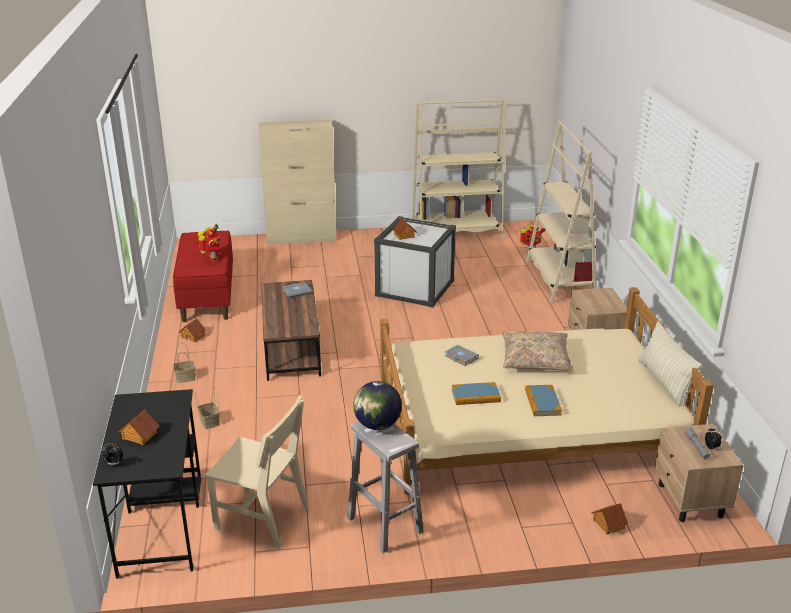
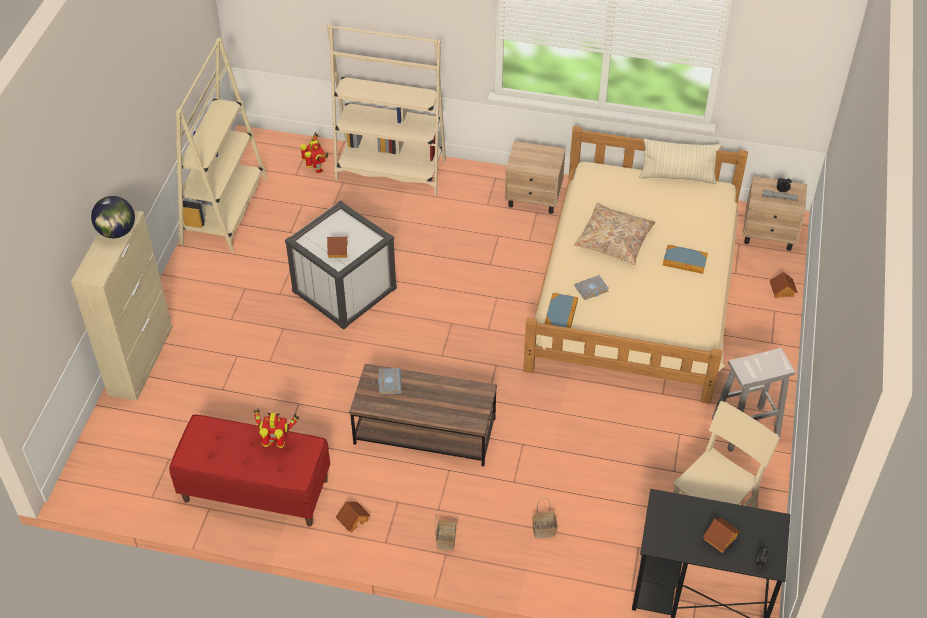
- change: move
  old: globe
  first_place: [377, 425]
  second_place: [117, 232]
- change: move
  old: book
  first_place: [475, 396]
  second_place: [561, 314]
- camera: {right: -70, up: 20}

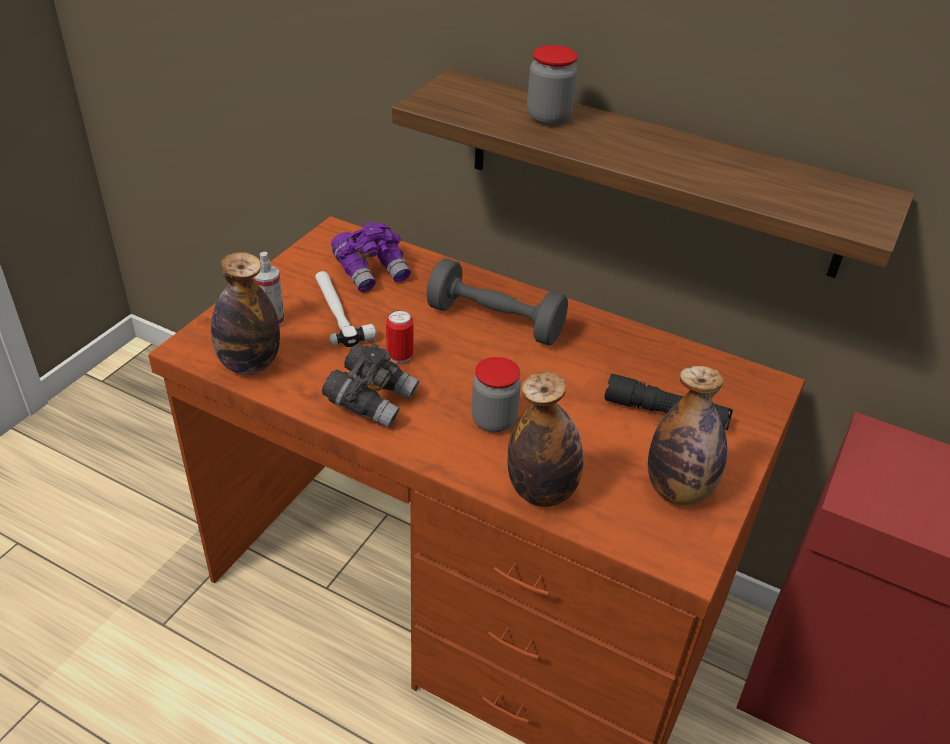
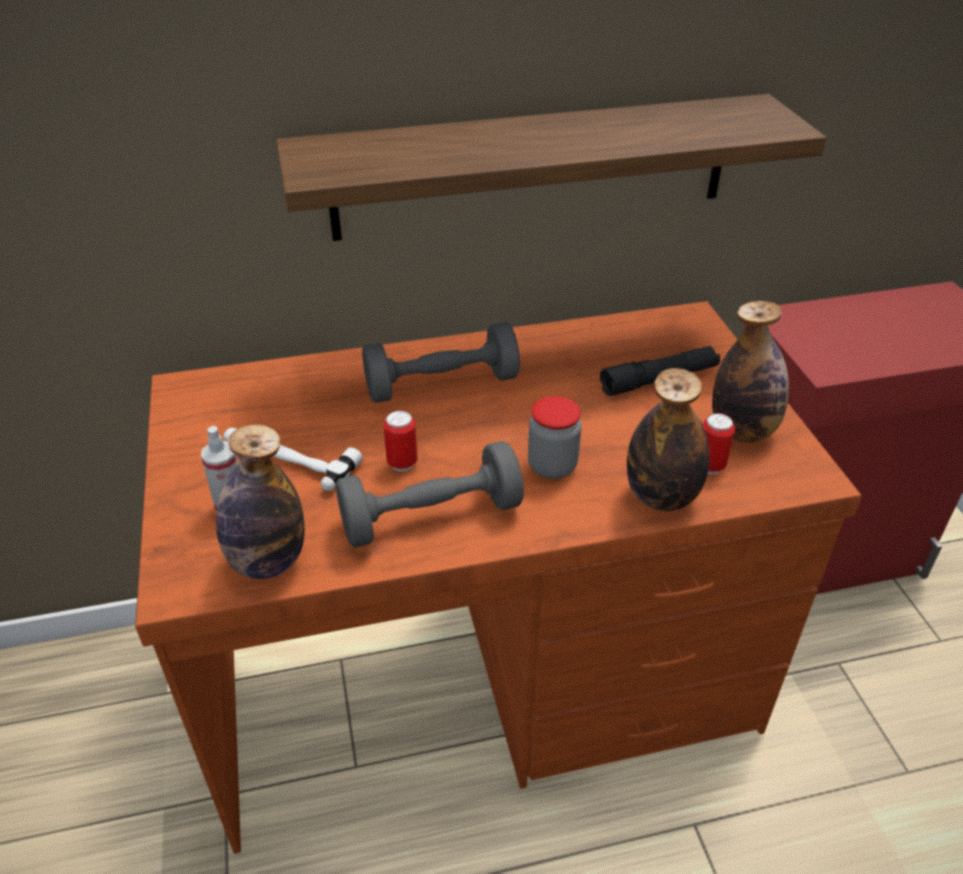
- change: delete
  old: purple binoculars
  first_place: [372, 271]
- change: delete
  old: jar
  first_place: [548, 117]
- change: insert
  new: can
  second_place: [709, 466]
- change: replace
  old: grey binoculars
  new: grey dumbbell
  first_place: [371, 400]
  second_place: [431, 517]
- camera: {right: -40, up: 0}

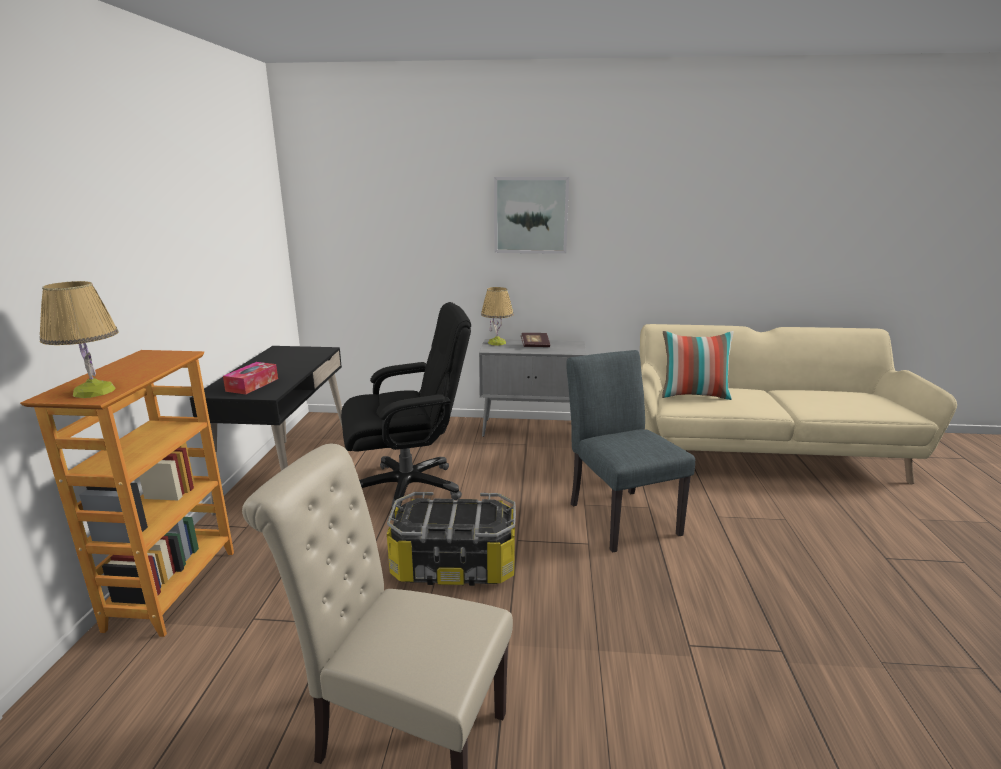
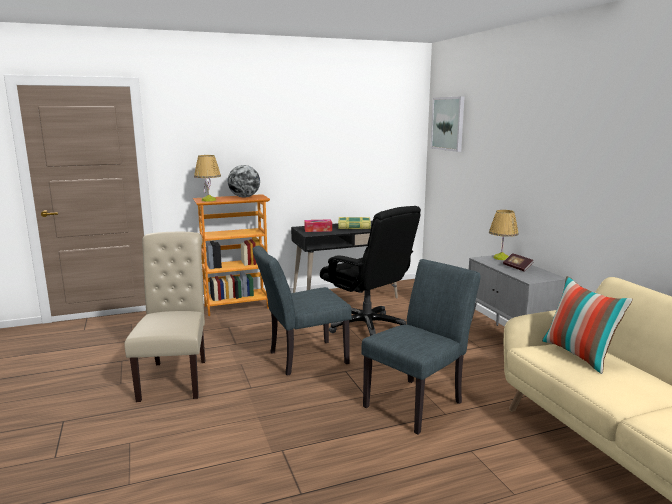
- change: insert
  new: globe
  second_place: [244, 197]
- change: insert
  new: book
  second_place: [354, 226]
- change: move
  old: picture
  first_place: [531, 215]
  second_place: [448, 123]
- change: replace
  old: storage box
  new: grey chair
  first_place: [454, 566]
  second_place: [302, 359]
- camera: {right: 65, up: -5}

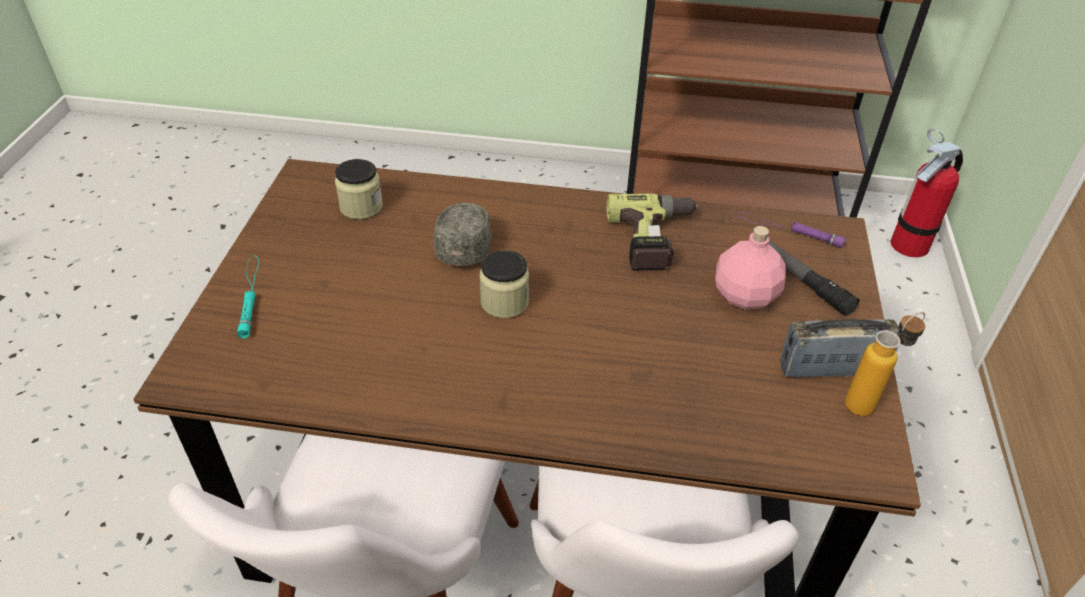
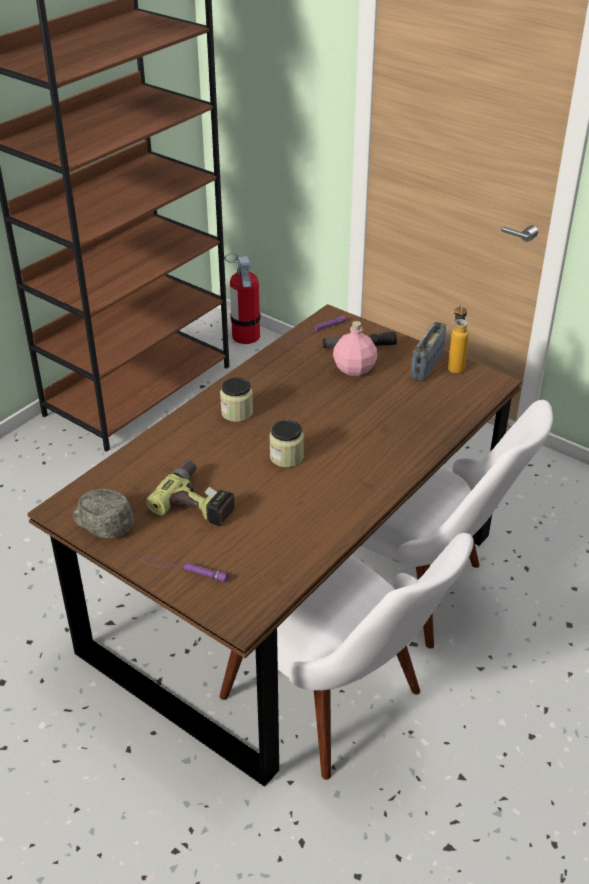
- change: move
  old: jar
  first_place: [361, 207]
  second_place: [237, 412]
- change: move
  old: grey cap
  first_place: [465, 244]
  second_place: [102, 522]
- change: move
  old: power drill
  first_place: [656, 240]
  second_place: [199, 501]
- change: recolor
  old: turquoise flashlight
  new: purple flashlight
  first_place: [249, 295]
  second_place: [182, 569]
- camera: {right: -60, up: -5}

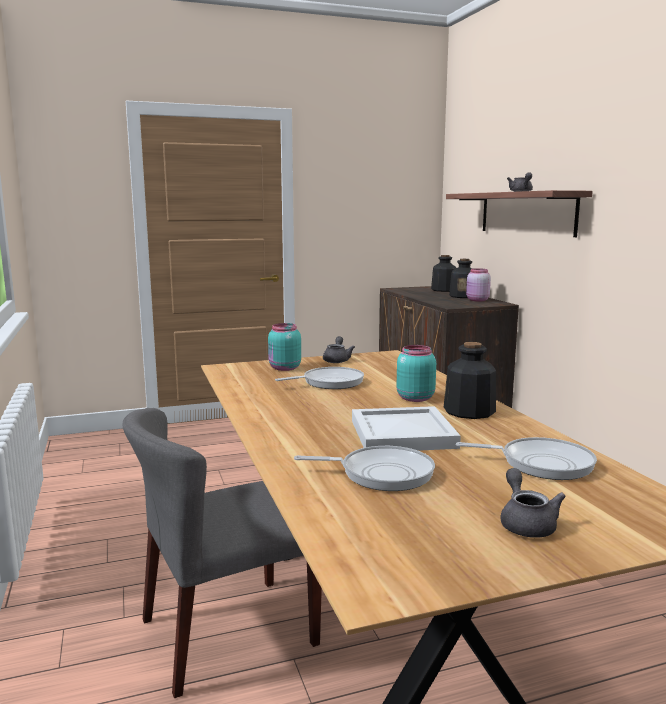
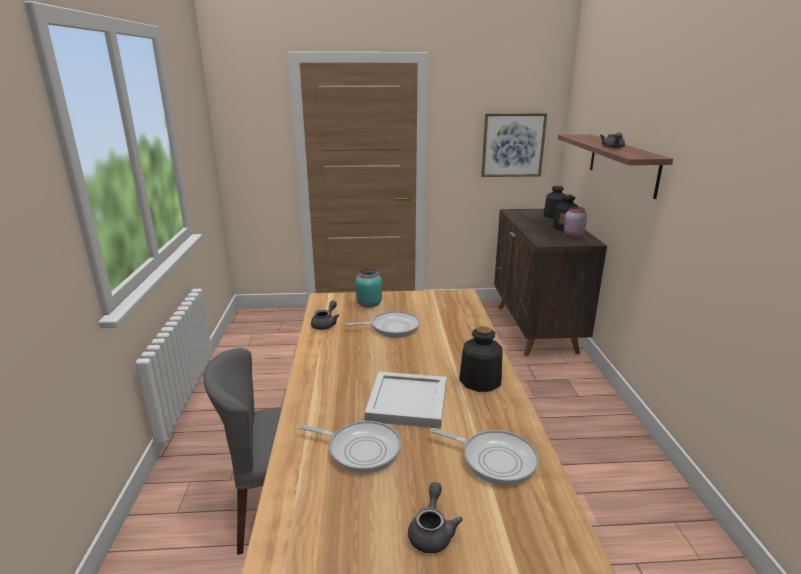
- change: delete
  old: turquoise jar
  first_place: [414, 398]
- change: insert
  new: picture
  second_place: [513, 145]
- change: move
  old: grey teapot
  first_place: [337, 360]
  second_place: [326, 324]
- camera: {right: 15, up: 10}

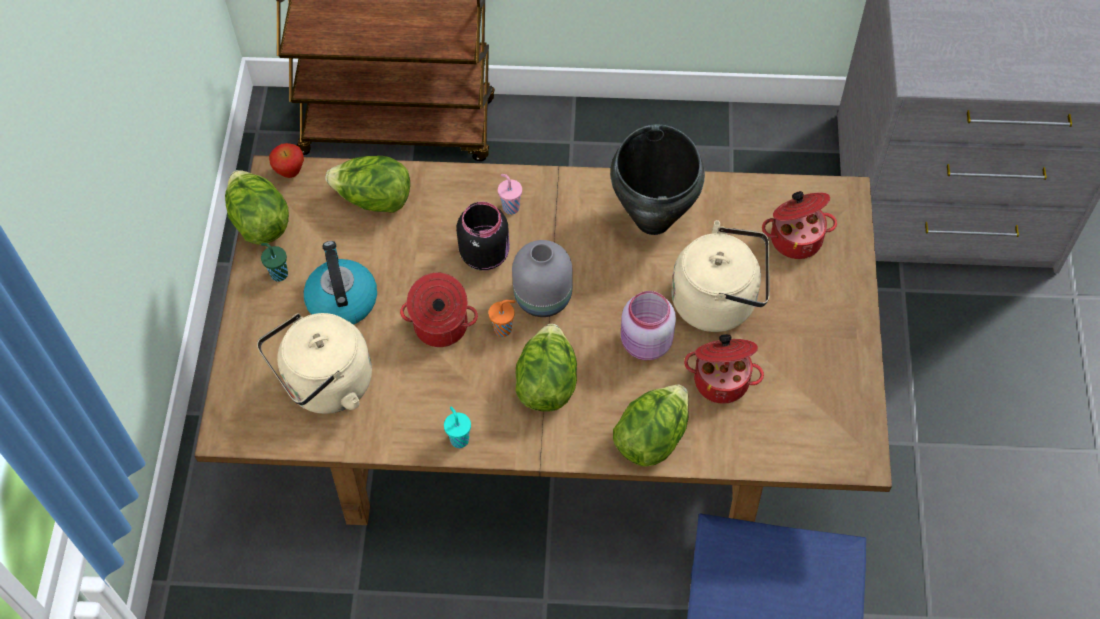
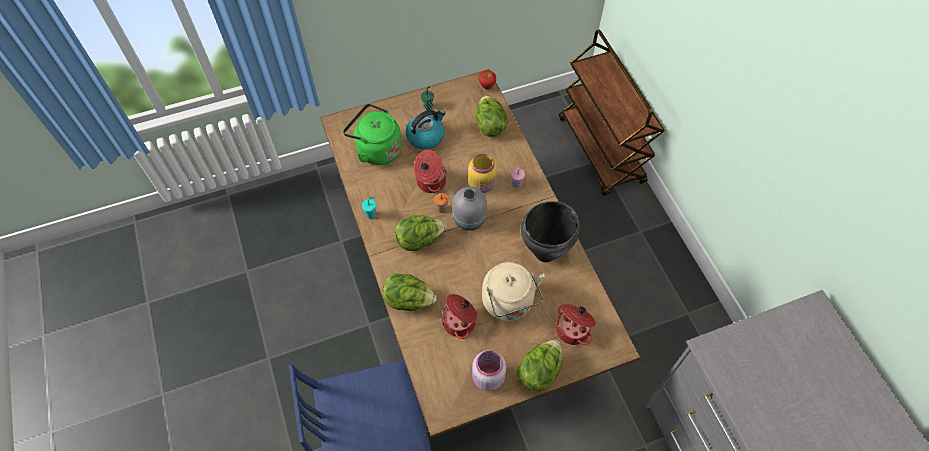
- change: move
  old: lettuce
  first_place: [259, 222]
  second_place: [539, 371]
- change: move
  old: pink jar
  first_place: [645, 344]
  second_place: [487, 377]
- change: recolor
  old: beige kettle
  new: green kettle
  first_place: [325, 386]
  second_place: [376, 149]
- change: recolor
  old: black jar
  new: yellow jar
  first_place: [486, 253]
  second_place: [483, 184]
- camera: {right: 65, up: 0}

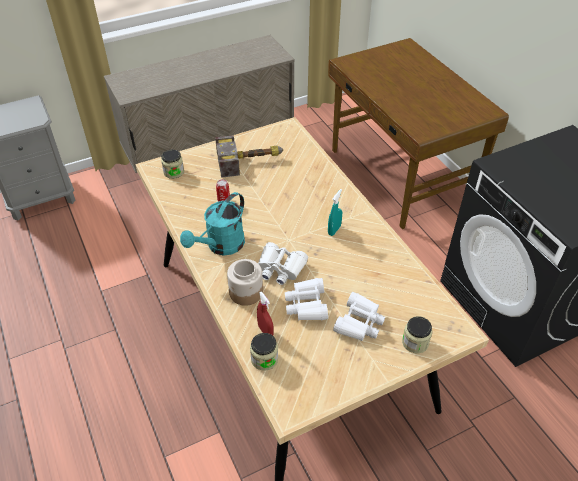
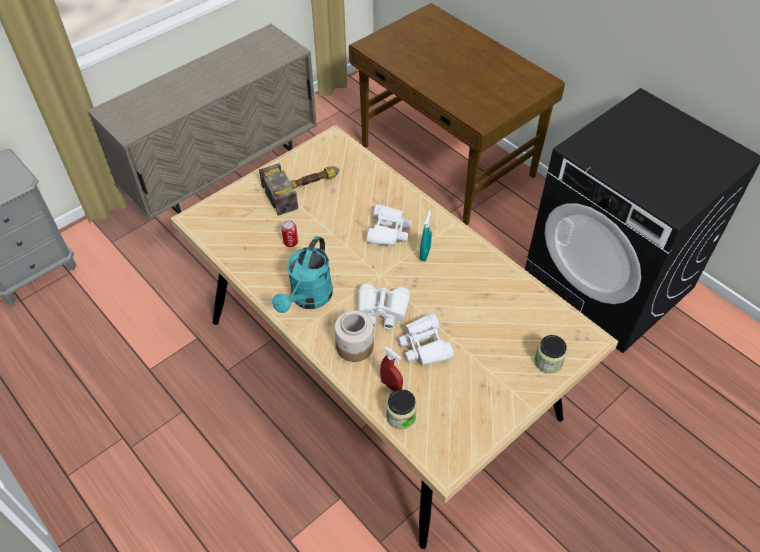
- change: delete
  old: jar
  first_place: [173, 172]
- change: move
  old: white binoculars
  first_place: [359, 323]
  second_place: [388, 231]
- camera: {right: -15, up: 5}

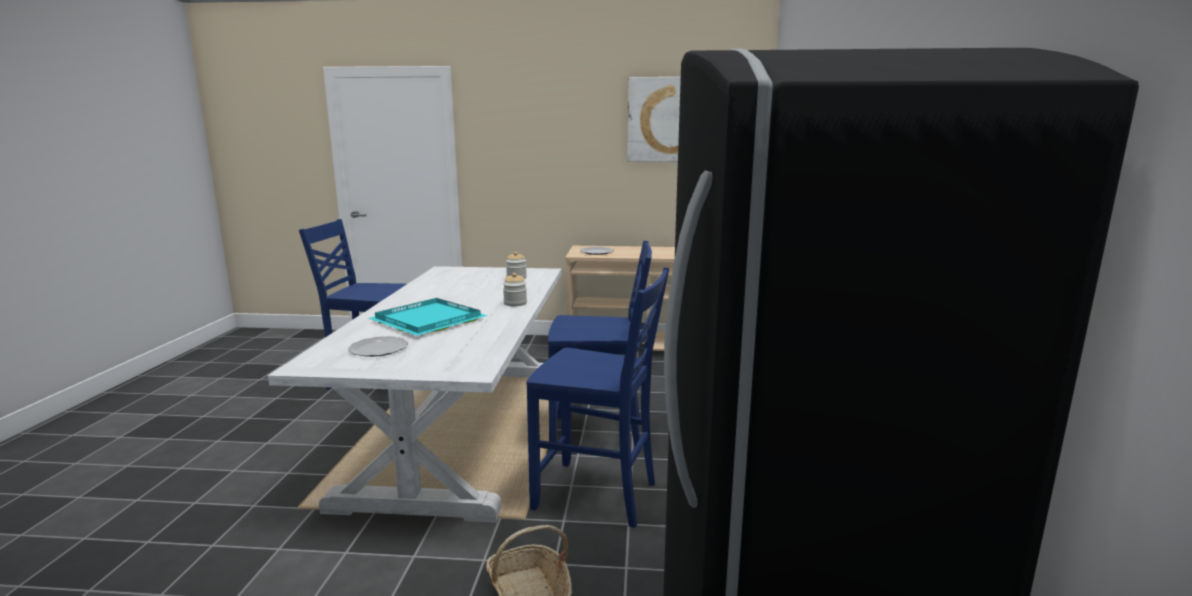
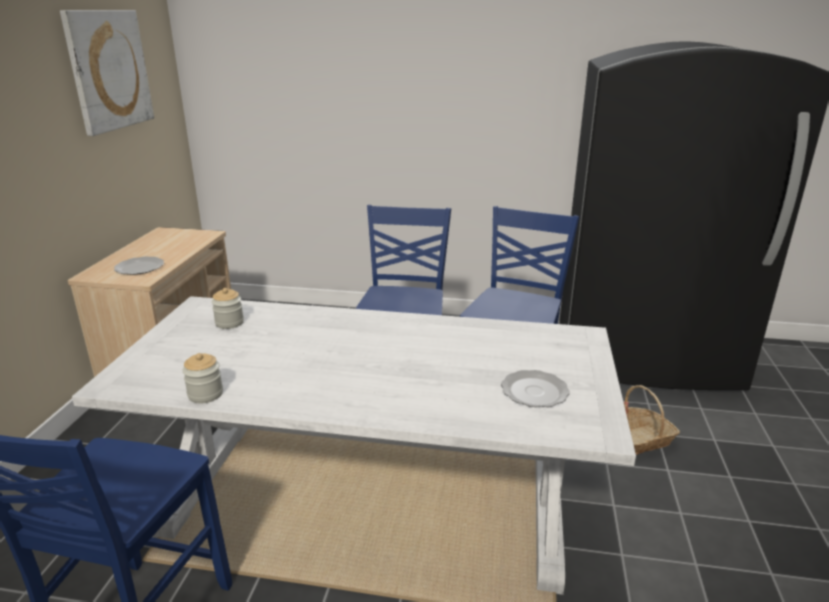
- change: delete
  old: turquoise tray
  first_place: [426, 320]
- change: move
  old: jar
  first_place: [515, 303]
  second_place: [205, 394]
- camera: {right: -85, up: 10}

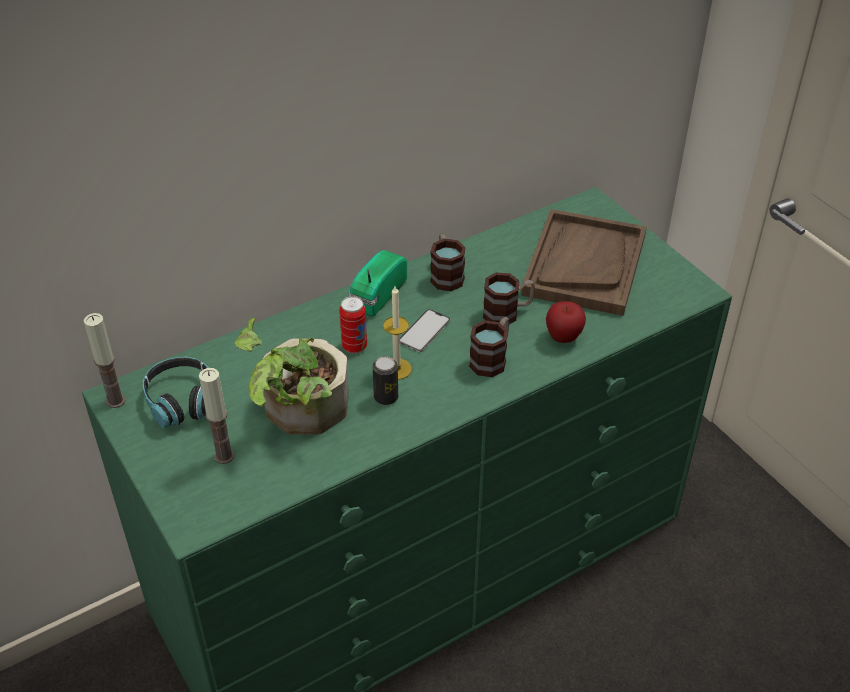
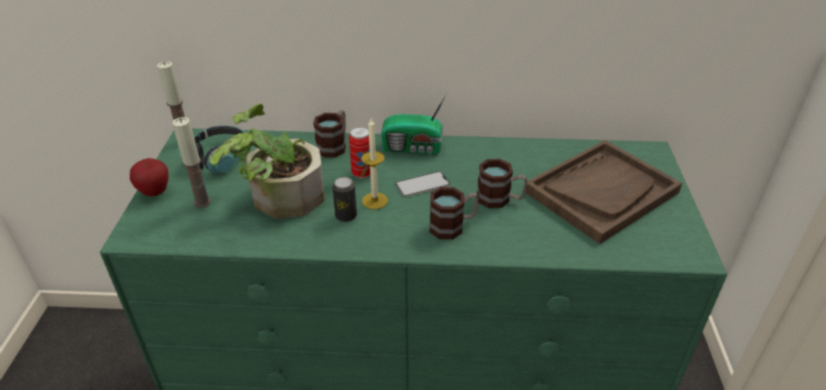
- change: move
  old: mug
  first_place: [445, 274]
  second_place: [334, 145]
- change: move
  old: apple
  first_place: [563, 337]
  second_place: [155, 192]
- change: rotate
  old: radio
  first_place: [376, 295]
  second_place: [413, 148]
  degrees: -150
- camera: {right: 35, up: -5}

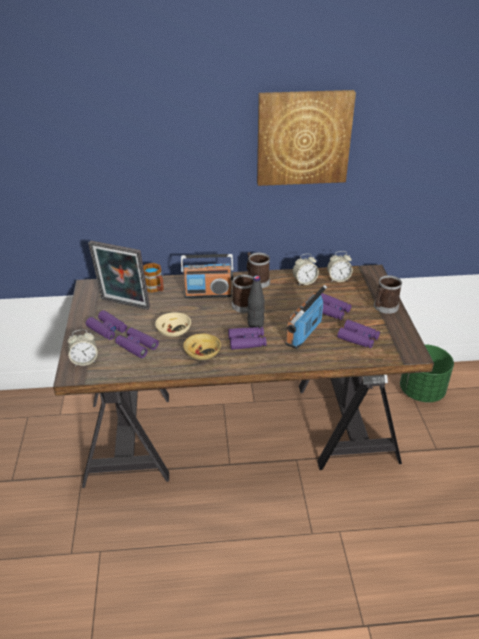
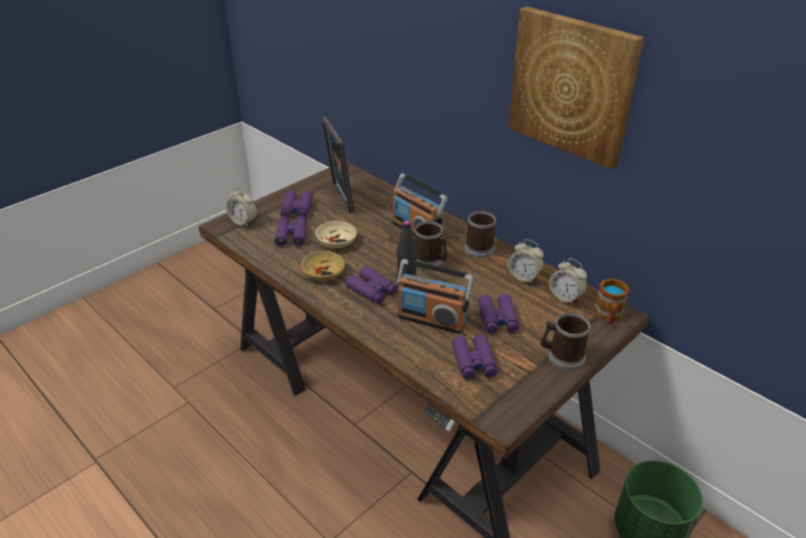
- change: move
  old: mug
  first_place: [155, 289]
  second_place: [608, 316]
- change: rotate
  old: radio
  first_place: [303, 333]
  second_place: [432, 319]
  degrees: -150
- camera: {right: 50, up: 0}

